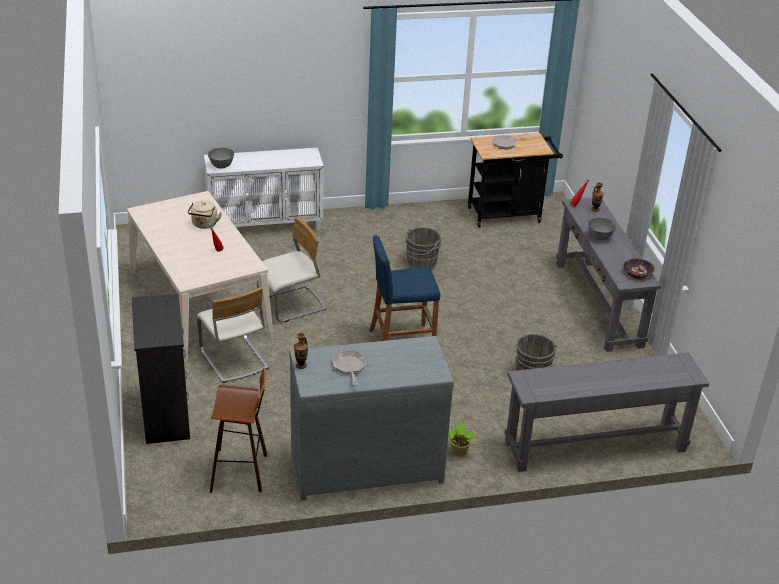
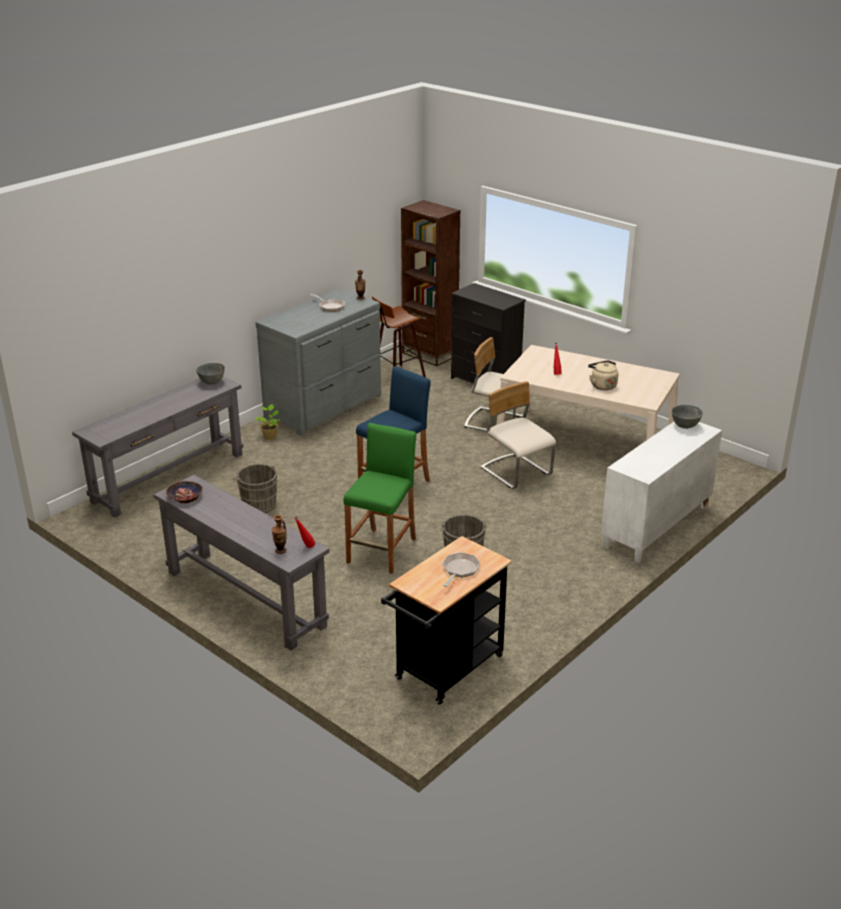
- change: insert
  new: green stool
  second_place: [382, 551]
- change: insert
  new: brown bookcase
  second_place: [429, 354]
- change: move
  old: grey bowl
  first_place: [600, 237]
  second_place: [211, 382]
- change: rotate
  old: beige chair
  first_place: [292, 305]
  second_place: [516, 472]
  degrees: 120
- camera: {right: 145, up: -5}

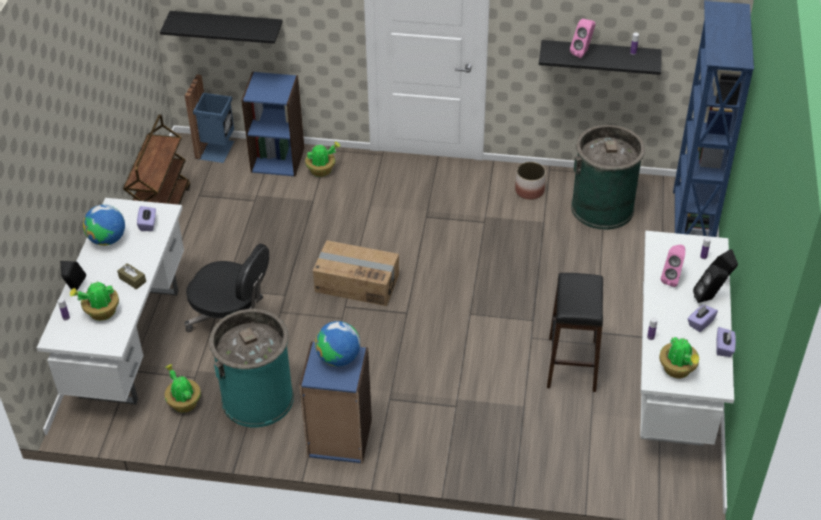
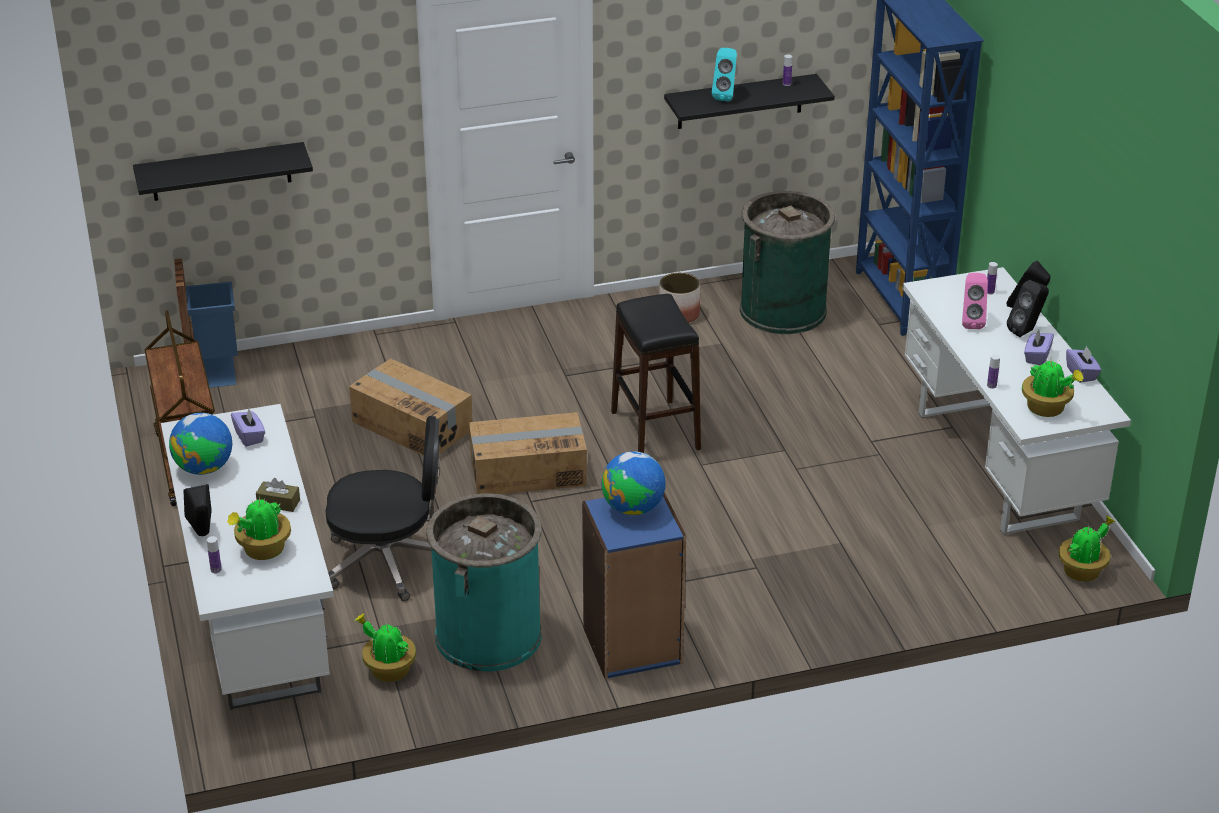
- change: delete
  old: blue bookcase
  first_place: [278, 159]
- change: insert
  new: cardboard box
  second_place: [412, 425]
- change: move
  old: potted plant
  first_place: [322, 170]
  second_place: [1083, 571]
- change: move
  old: black stool
  first_place: [571, 364]
  second_place: [655, 430]
- change: recolor
  old: pink speaker
  new: turquoise speaker
  first_place: [582, 52]
  second_place: [725, 96]
- camera: {right: -25, up: -10}

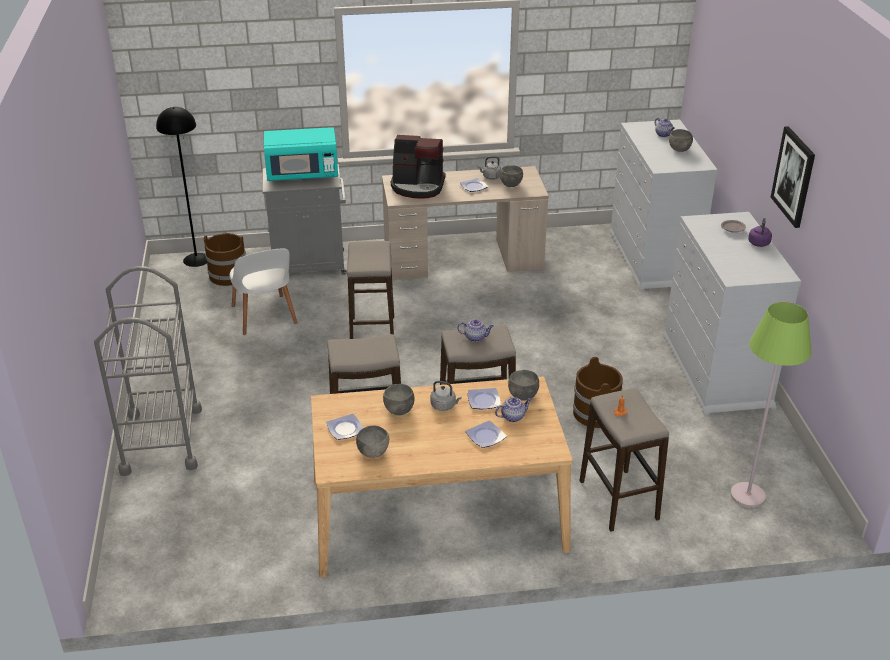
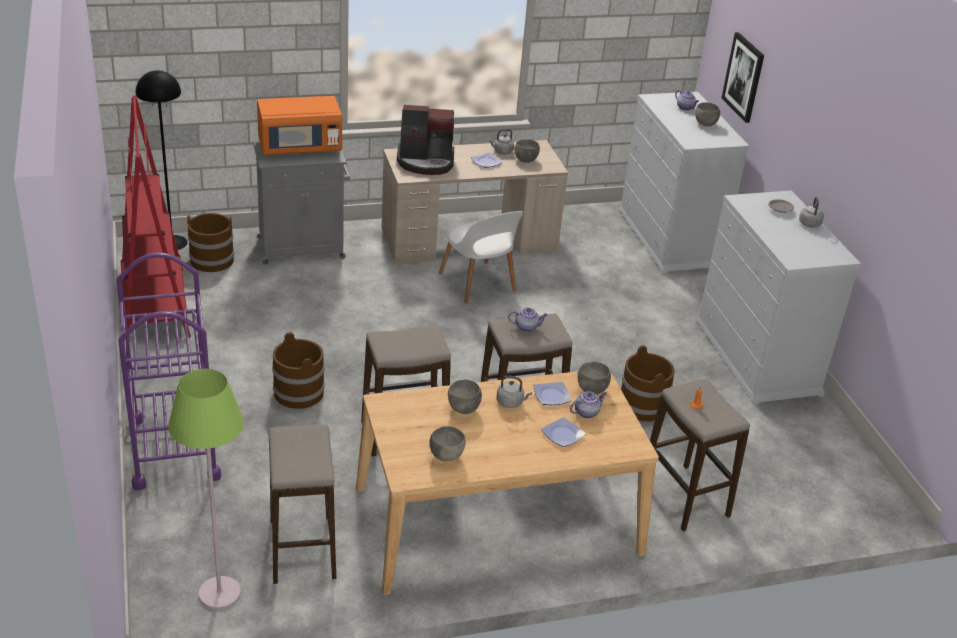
- change: delete
  old: plate
  first_place: [346, 429]
- change: insert
  new: red bookcase
  second_place: [155, 306]
- change: insert
  new: brown bucket
  second_place: [298, 392]
- change: move
  old: white chair
  first_place: [264, 316]
  second_place: [478, 284]
- change: move
  old: stool
  first_place: [372, 335]
  second_place: [302, 549]
- change: move
  old: green floor lamp
  first_place: [747, 496]
  second_place: [219, 594]
- change: move
  old: picture
  first_place: [794, 176]
  second_place: [744, 77]
- change: recolor
  old: grey cart
  new: purple cart
  first_place: [161, 440]
  second_place: [174, 448]
- change: recolor
  old: turquoise microwave
  new: orange microwave
  first_place: [302, 174]
  second_place: [300, 147]
- change: recolor
  old: purple kettle
  new: grey kettle
  first_place: [759, 242]
  second_place: [809, 223]
- camera: {right: -10, up: 0}

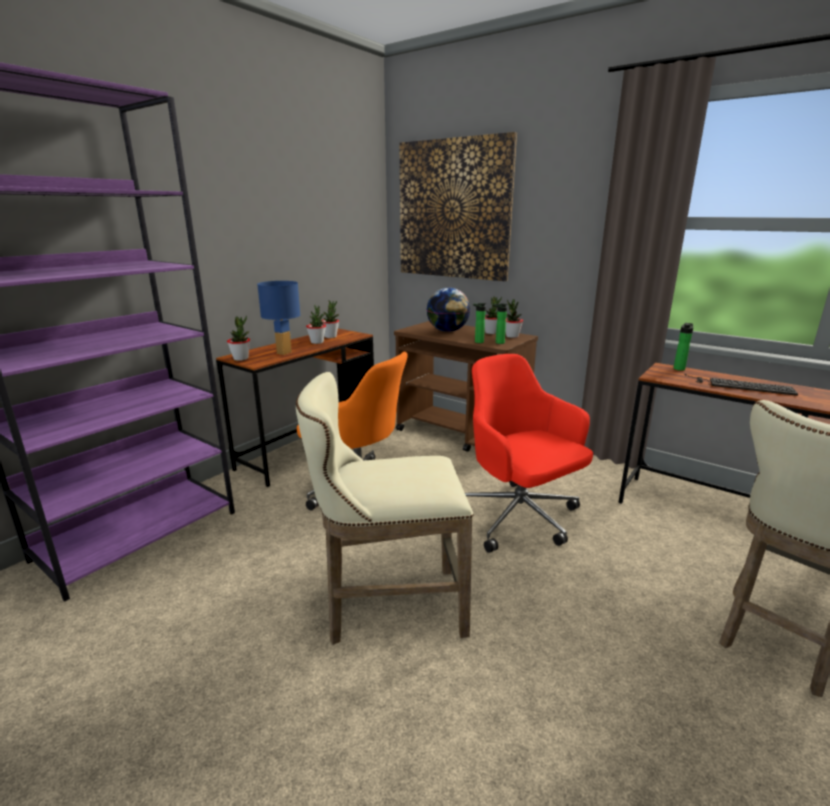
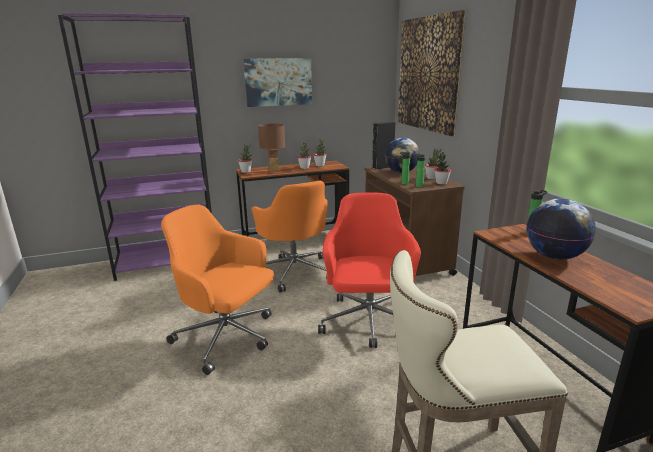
- change: insert
  new: picture
  second_place: [278, 82]
- change: insert
  new: black speaker
  second_place: [382, 167]
- change: replace
  old: beige stool
  new: orange office chair
  first_place: [387, 607]
  second_place: [227, 337]
- change: replace
  old: keyboard
  new: globe
  first_place: [740, 385]
  second_place: [554, 256]
- change: recolor
  old: blue table lamp
  new: brown table lamp
  first_place: [284, 353]
  second_place: [273, 171]
- camera: {right: 35, up: 0}

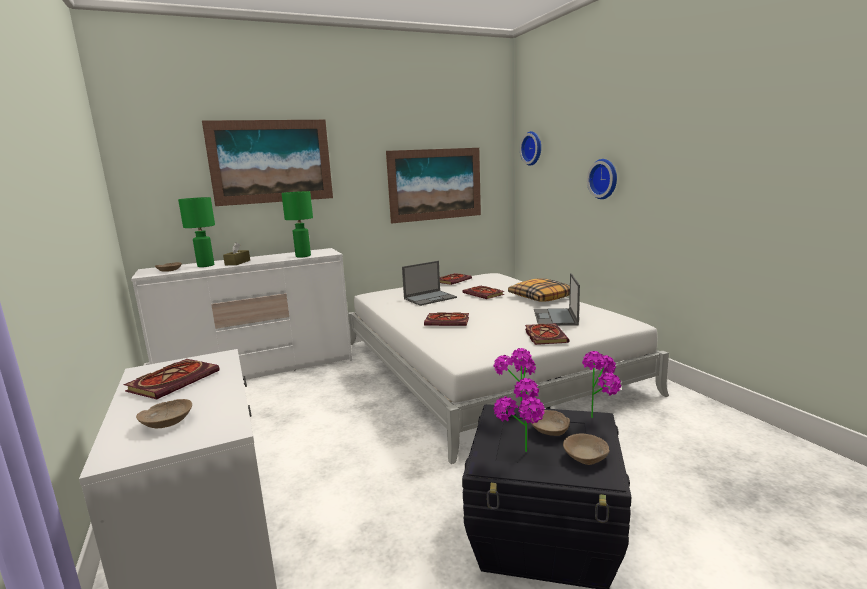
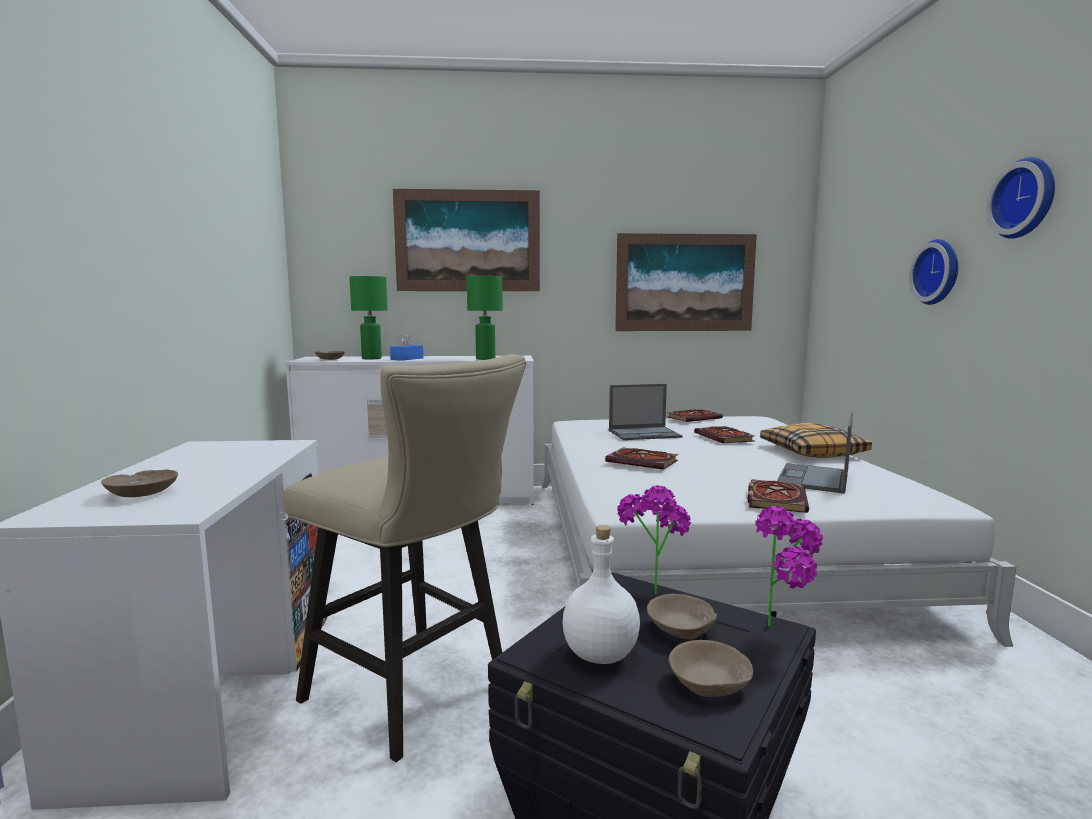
- change: delete
  old: book
  first_place: [174, 380]
- change: insert
  new: beige stool
  second_place: [417, 696]
- change: move
  old: wall clock
  first_place: [533, 148]
  second_place: [1026, 198]
- change: replace
  old: potted plant
  new: white bottle
  first_place: [521, 456]
  second_place: [601, 655]
- change: recolor
  old: brown tissue box
  new: blue tissue box
  first_place: [237, 262]
  second_place: [407, 359]
- camera: {right: 20, up: -5}

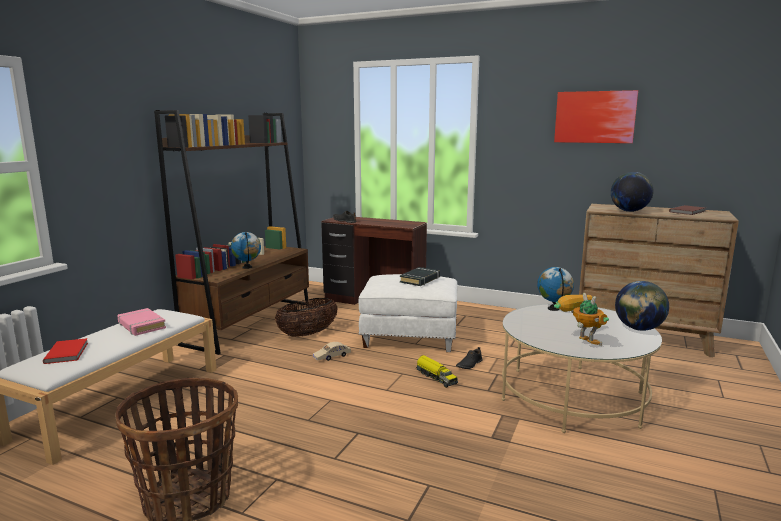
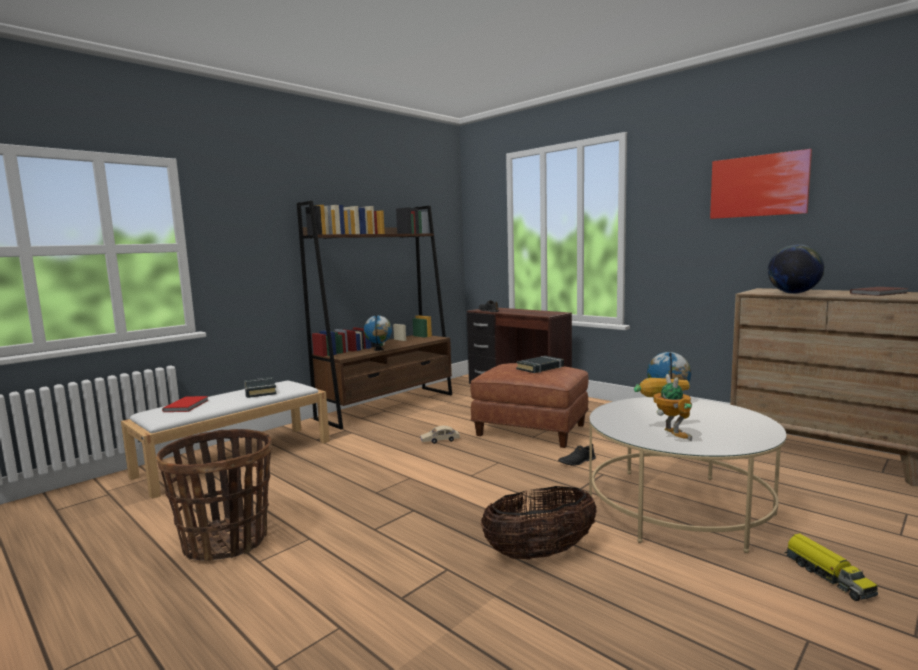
- change: delete
  old: globe
  first_place: [638, 329]
- change: move
  old: basket
  first_place: [307, 334]
  second_place: [540, 553]
- change: move
  old: toy truck
  first_place: [436, 377]
  second_place: [827, 576]
- change: recolor
  old: pink book
  new: black book
  first_place: [141, 325]
  second_place: [260, 391]
- change: recolor
  old: white ottoman
  new: brown ottoman
  first_place: [408, 337]
  second_place: [529, 430]
- camera: {right: 20, up: -5}

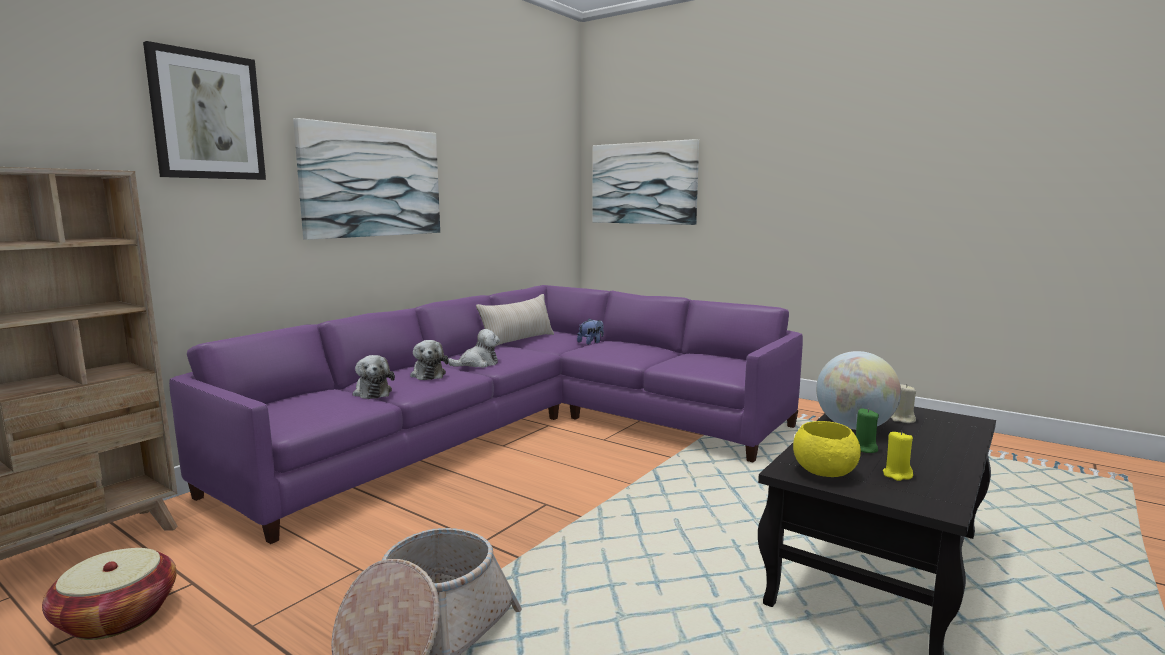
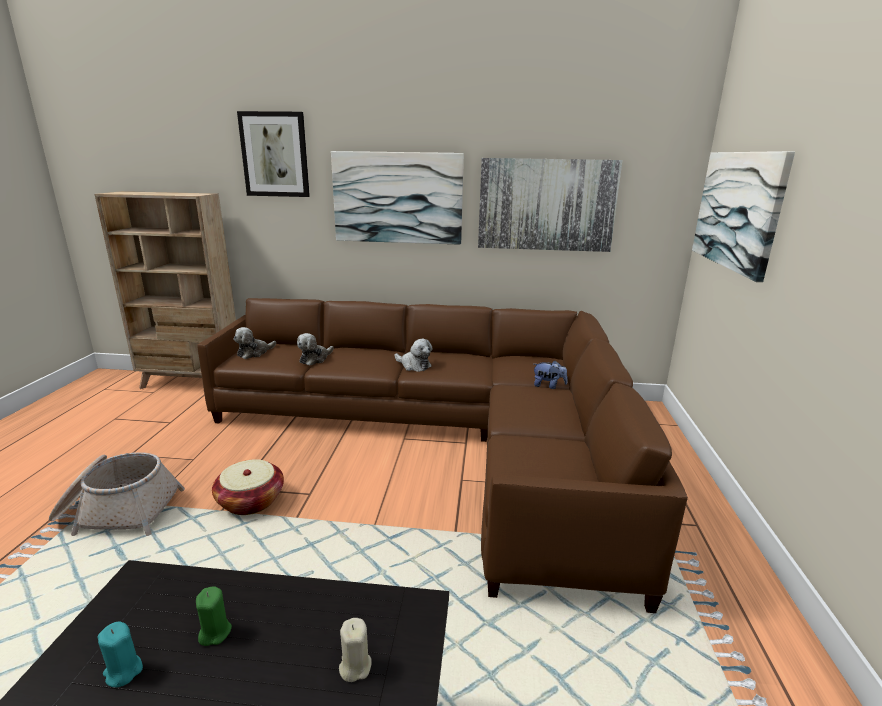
- change: delete
  old: beige pillow
  first_place: [518, 341]
- change: delete
  old: yellow bowl
  first_place: [822, 472]
- change: delete
  old: globe
  first_place: [854, 427]
- change: insert
  new: picture
  second_place: [546, 205]
- change: move
  old: basket
  first_place: [117, 617]
  second_place: [251, 501]
- change: move
  old: plush toy
  first_place: [428, 374]
  second_place: [254, 353]
- change: recolor
  old: purple sofa
  new: brown sofa
  first_place: [526, 430]
  second_place: [445, 437]
- change: recolor
  old: yellow candle
  new: turquoise candle
  first_place: [897, 475]
  second_place: [123, 671]
- camera: {right: 60, up: 10}

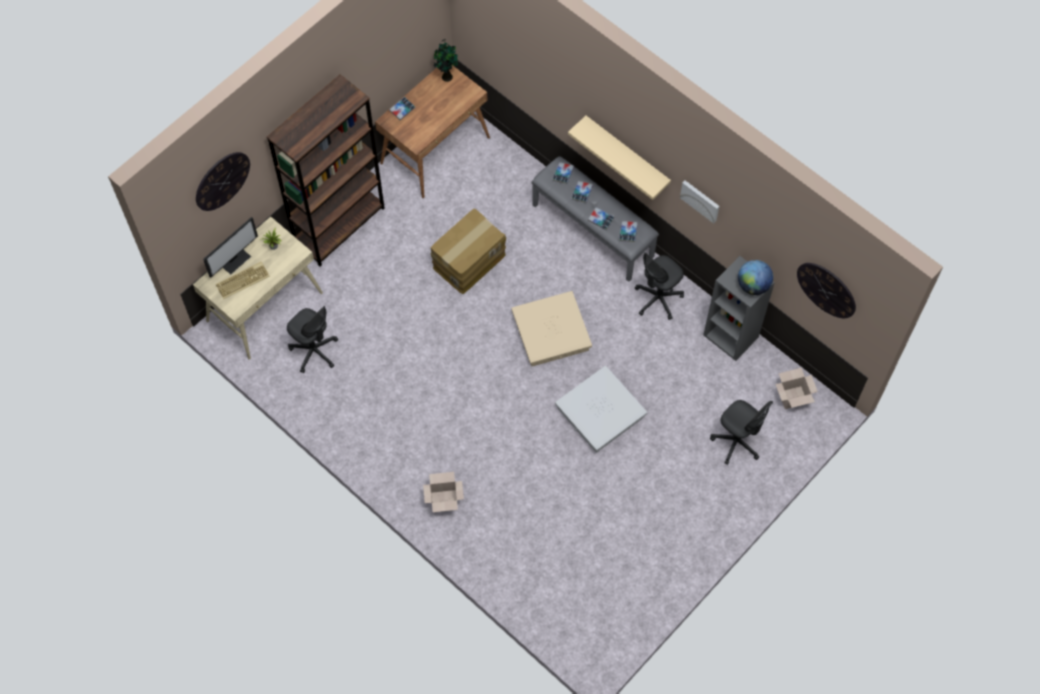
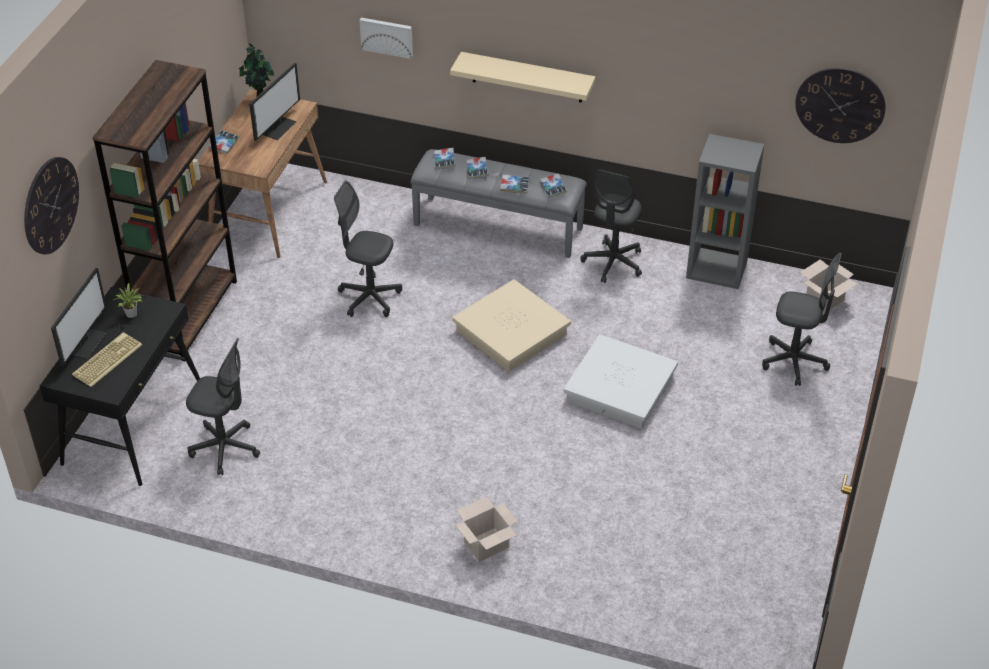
- change: delete
  old: globe
  first_place: [753, 285]
- change: insert
  new: monitor
  second_place: [278, 127]
- change: move
  old: picture
  first_place: [700, 200]
  second_place: [387, 36]
- change: replace
  old: cardboard box
  new: grey office chair
  first_place: [468, 261]
  second_place: [369, 298]
- change: recolor
  old: beige desk
  new: black desk
  first_place: [265, 306]
  second_place: [133, 424]
- camera: {right: -25, up: -20}

